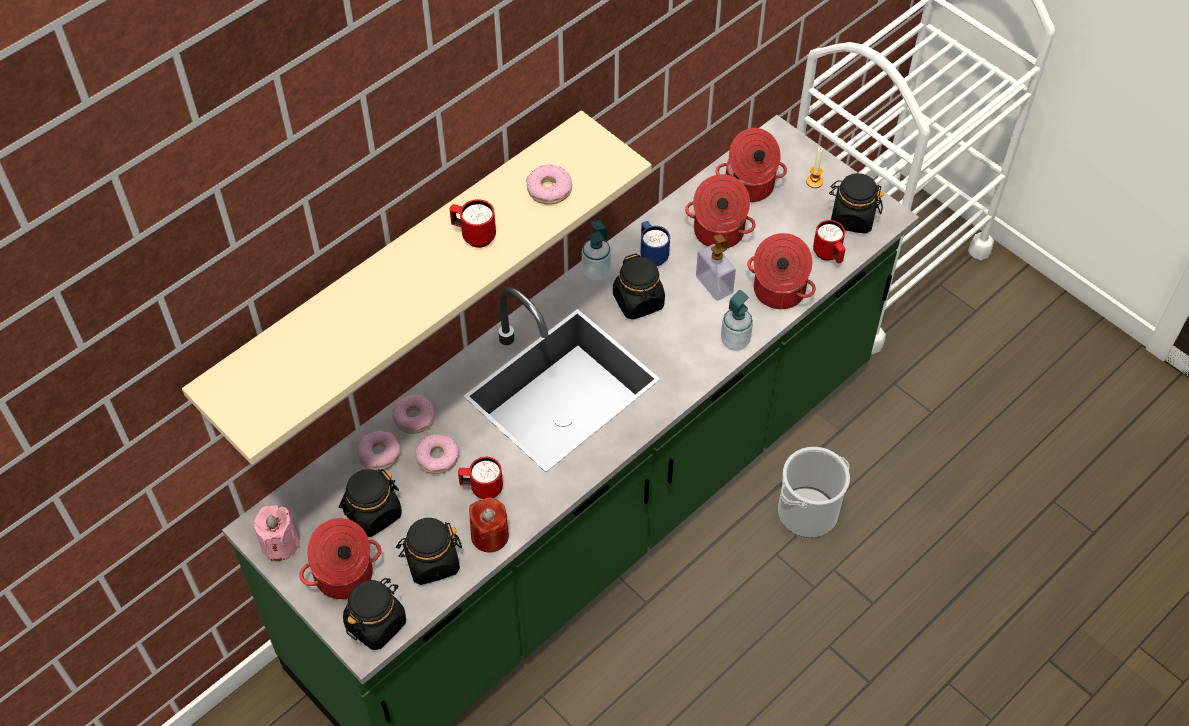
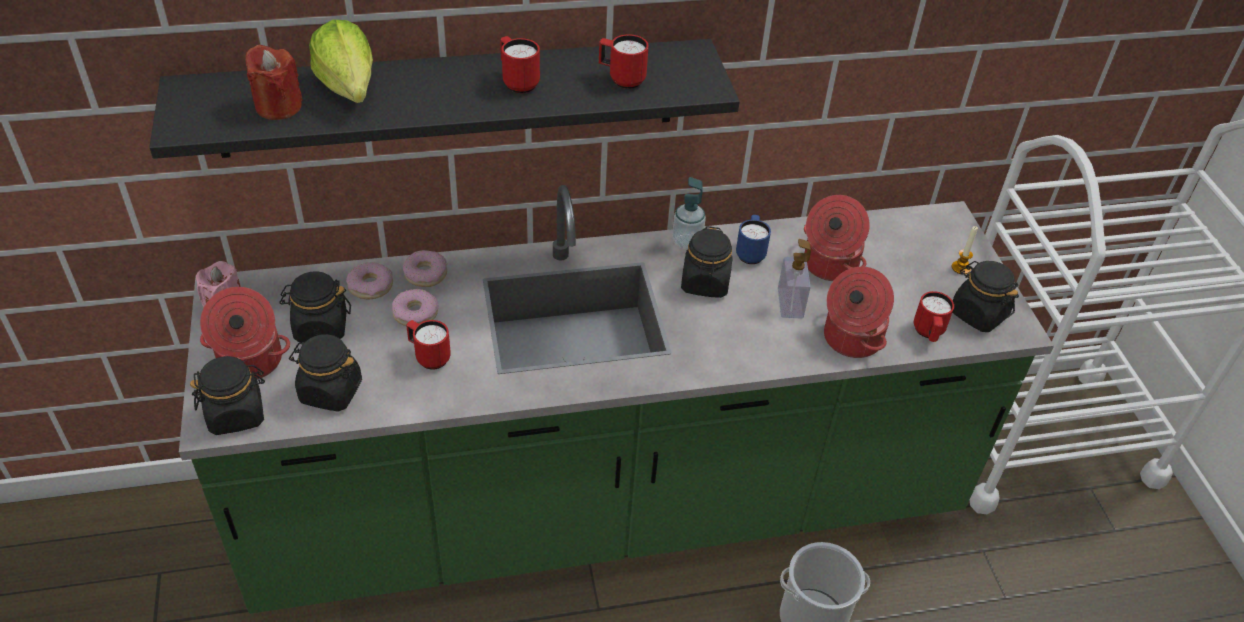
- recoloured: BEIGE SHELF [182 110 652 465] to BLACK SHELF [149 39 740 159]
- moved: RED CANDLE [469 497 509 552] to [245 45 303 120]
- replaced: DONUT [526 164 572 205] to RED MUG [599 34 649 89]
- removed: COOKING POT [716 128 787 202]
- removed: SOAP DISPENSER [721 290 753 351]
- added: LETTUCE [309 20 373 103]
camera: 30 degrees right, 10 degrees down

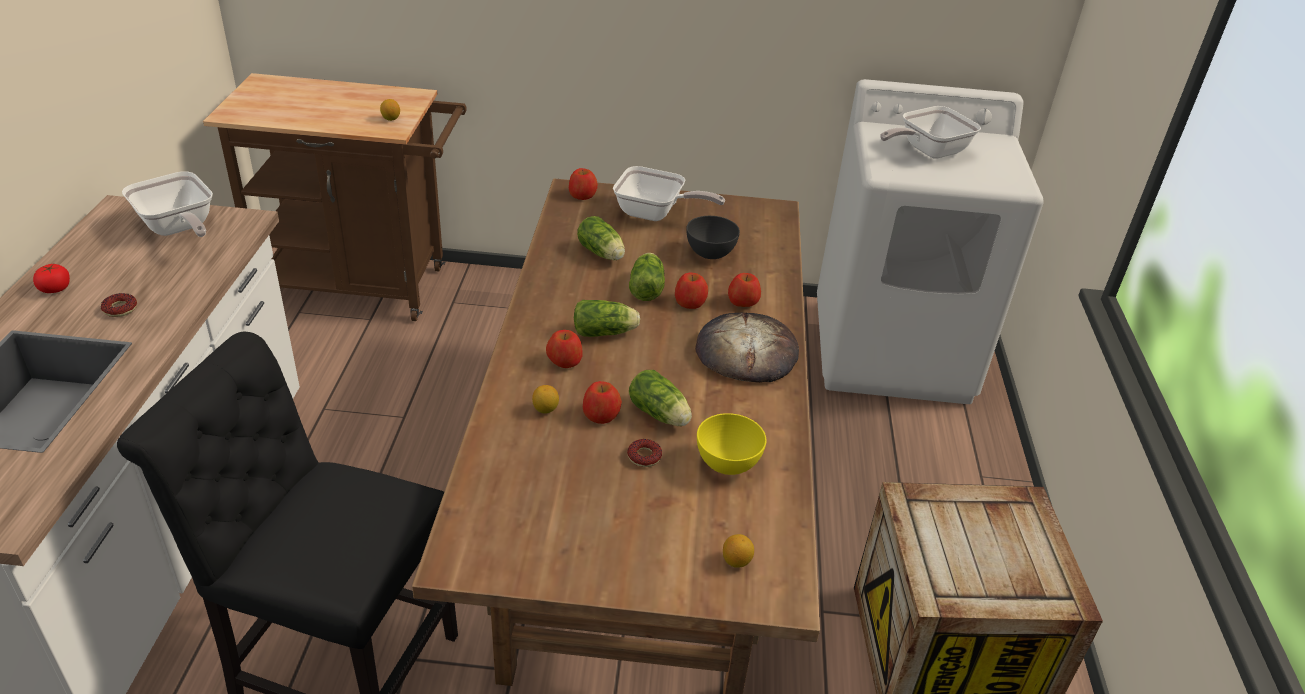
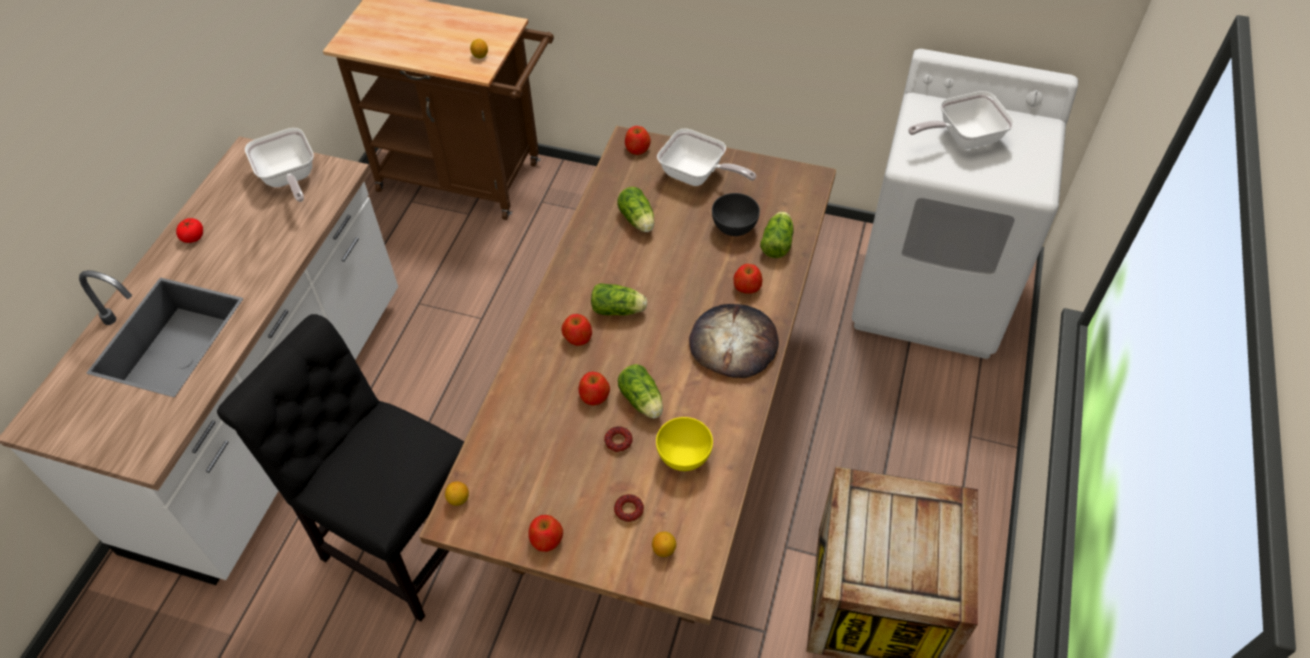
- moved: DONUT [101 293 137 317] to [614 494 644 522]
- moved: LEMON [532 385 559 414] to [445 481 469 506]
- moved: LETTUCE [629 253 665 301] to [760 211 794 258]
- moved: APPLE [675 273 708 309] to [528 515 563 552]
camera: 15 degrees right, 15 degrees up

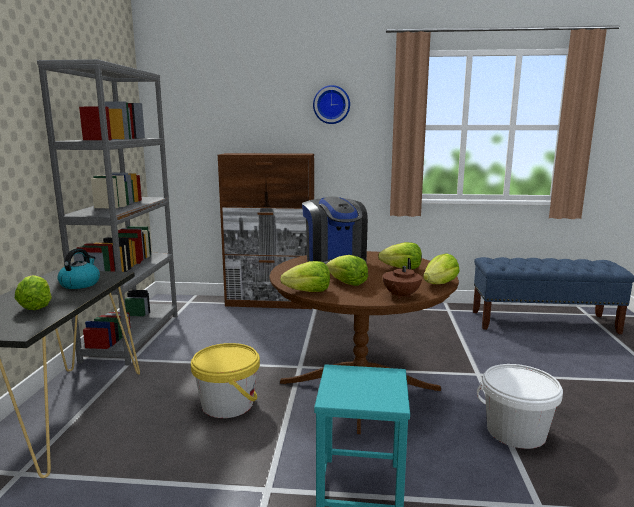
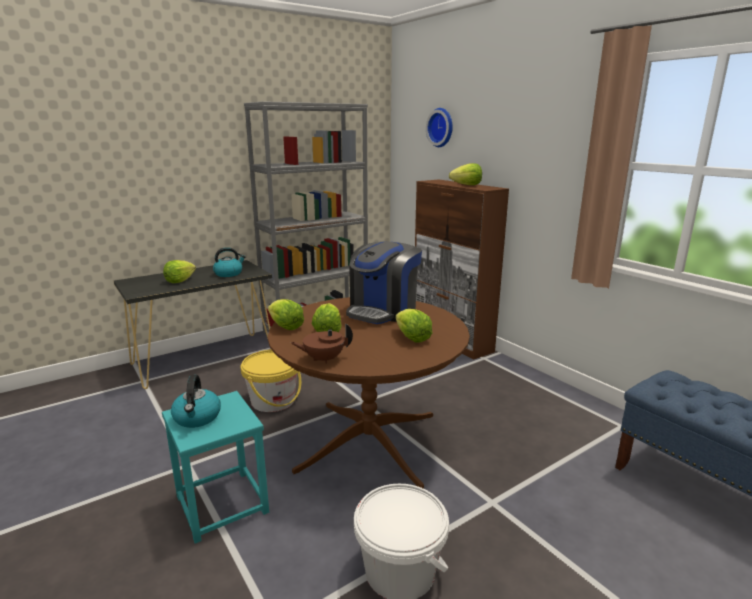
- moved: WALL CLOCK [313 85 350 124] to [426 108 453 147]
- moved: LETTUCE [423 253 460 284] to [449 163 482 185]
- added: KETTLE [171 375 221 428]
camera: 50 degrees right, 5 degrees up

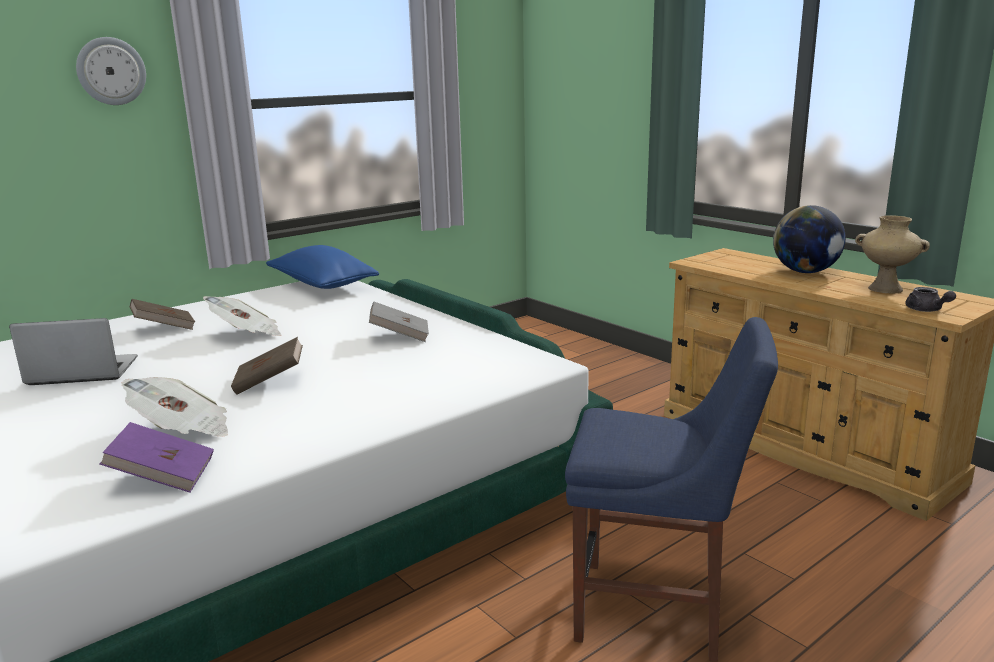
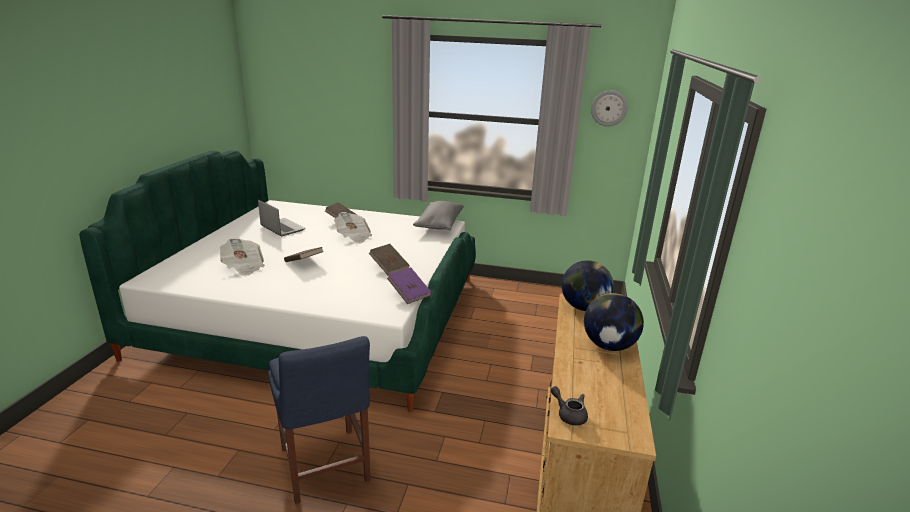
- moved: WALL CLOCK [76 37 146 105] to [591 90 628 127]
- moved: PURPLE BOOK [100 422 214 493] to [387 267 432 304]
- recoloured: BLUE PILLOW [266 245 379 289] to GREY PILLOW [413 201 464 230]
- recoloured: GREY BOOK [369 301 429 342] to BROWN BOOK [369 244 410 275]
- removed: BEIGE VASE [855 215 930 294]
- turned: GREY TEAPOT [905 287 956 312] = [551 386 588 426] 105 degrees clockwise
- added: GLOBE [562 260 614 311]
camera: 50 degrees right, 5 degrees up

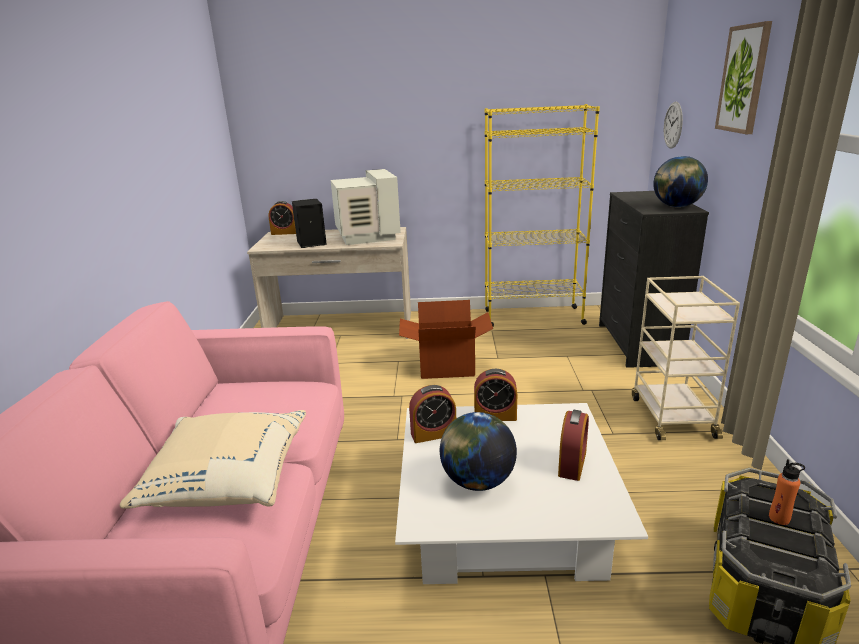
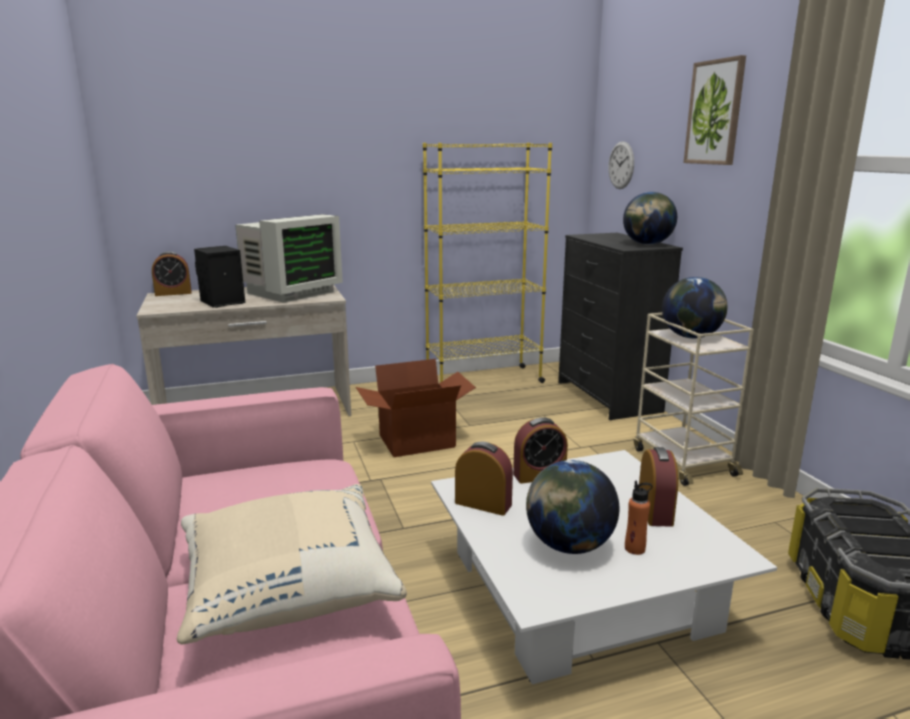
- turned: MONITOR [331 169 401 245] = [235 214 343 303] 75 degrees clockwise
- turned: ALARM CLOCK [409 385 456 443] = [455 442 513 516] 120 degrees counterclockwise
- moved: ORANGE BOTTLE [769 459 805 525] to [625 481 653 555]
- added: GLOBE [662 277 727 338]
camera: 20 degrees left, 5 degrees down

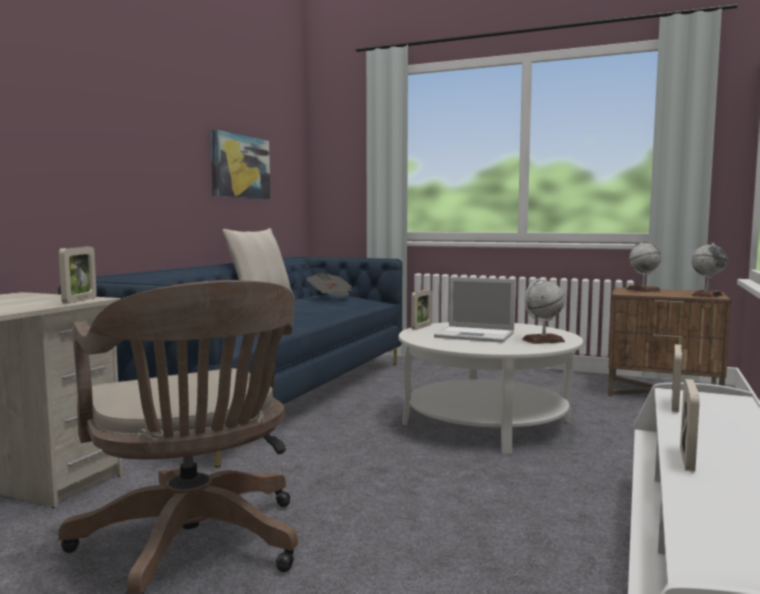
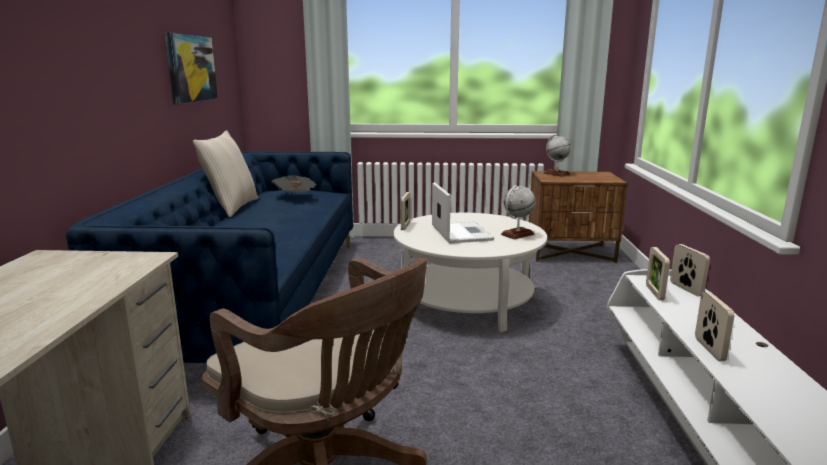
- moved: PICTURE FRAME [59 247 97 304] to [670 244 710 296]
- turned: LAPTOP [434 277 516 343] = [432 182 494 243] 105 degrees counterclockwise
- removed: GLOBE [691 243 727 298]
camera: 20 degrees left, 10 degrees up

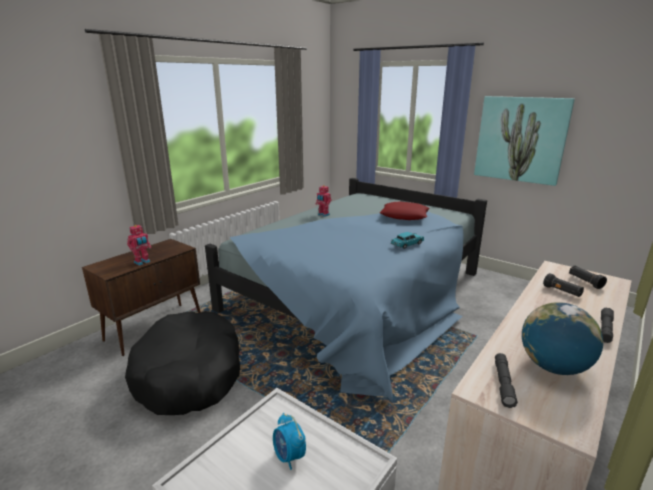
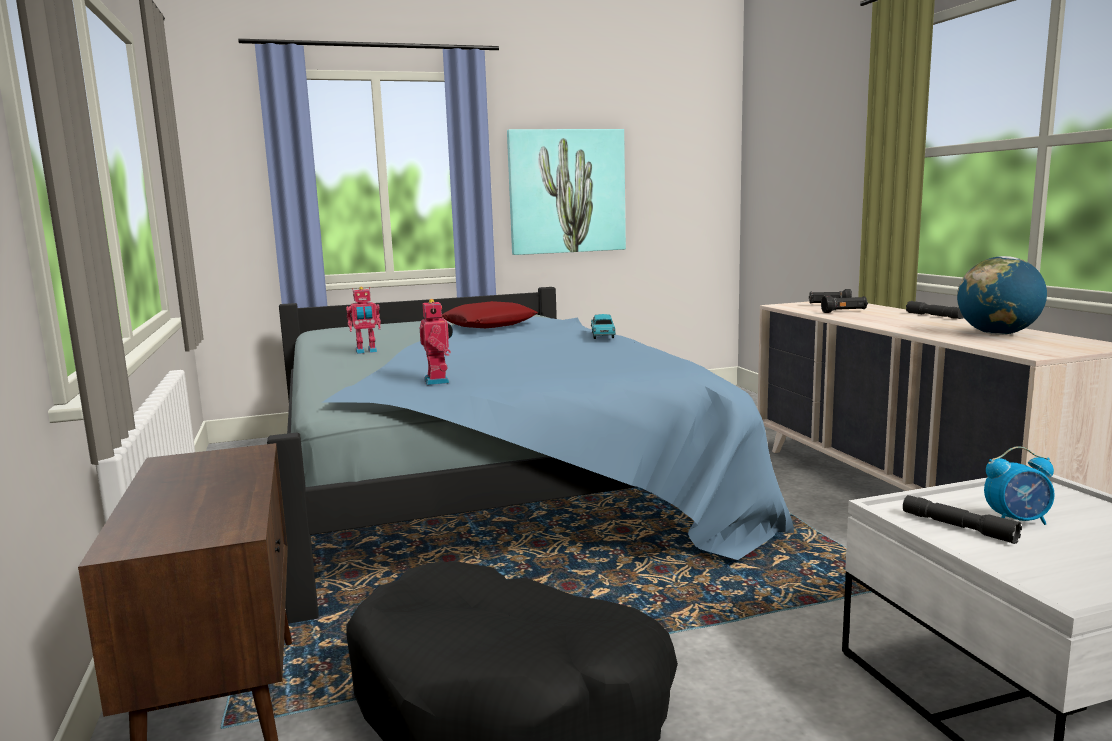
- moved: TOY ROBOT [127 224 151 266] to [419 299 453 385]
- moved: GREY FLASHLIGHT [495 353 518 408] to [903 495 1022 544]
camera: 55 degrees left, 10 degrees down

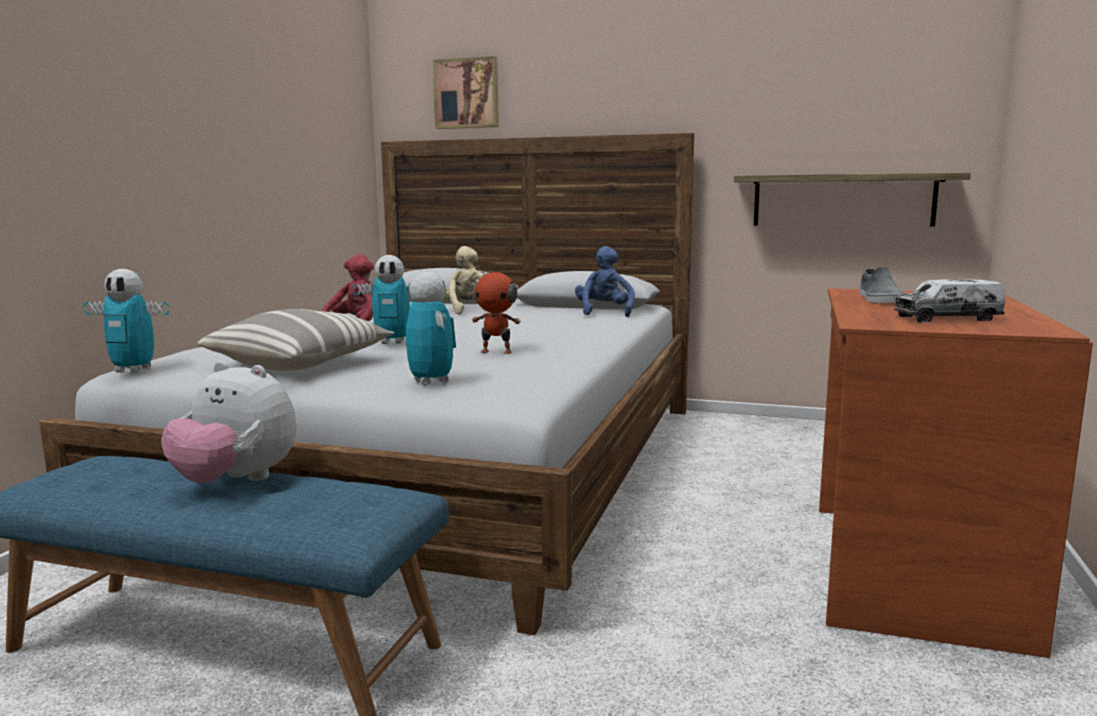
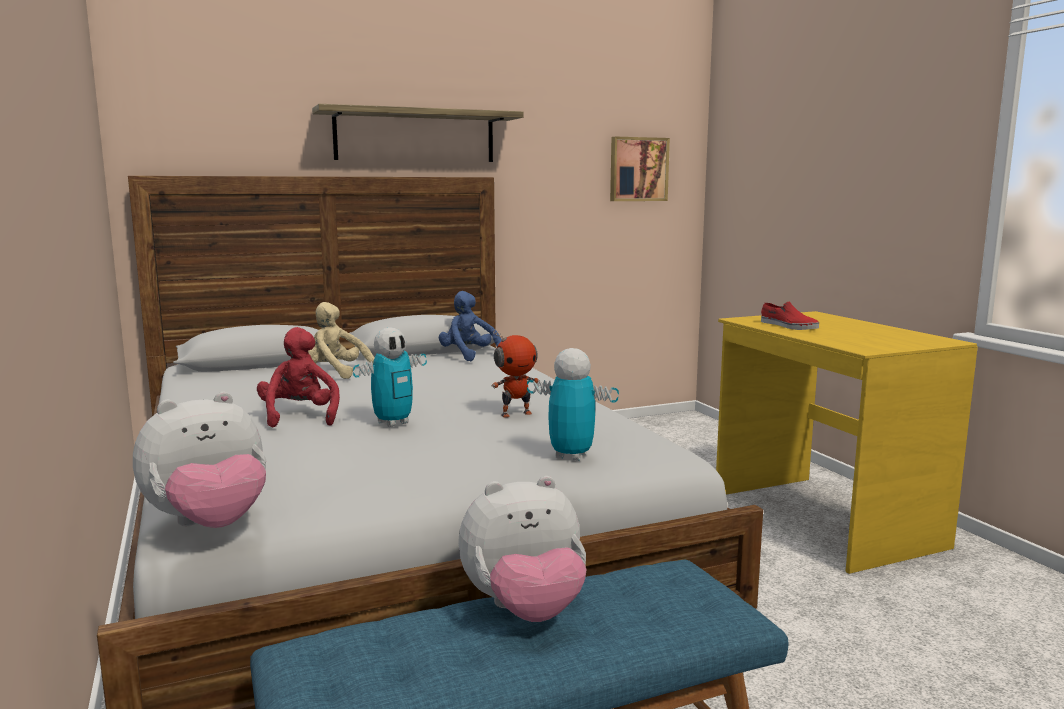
- replaced: TOY ROBOT [84 269 170 373] to PLUSH TOY [133 392 266 528]
- removed: PILLOW [197 309 394 371]
- moved: PICTURE [433 56 499 129] to [610 137 670 201]
- moved: SHELF [734 172 971 227] to [312 104 523 162]
- recoloured: BROWN DESK [819 288 1093 658] to YELLOW DESK [716 311 978 574]
- recoloured: GREY SHOE [860 267 904 303] to RED SHOE [761 302 819 330]
- removed: TOY TRUCK [894 279 1005 322]
camera: 40 degrees left, 0 degrees up

